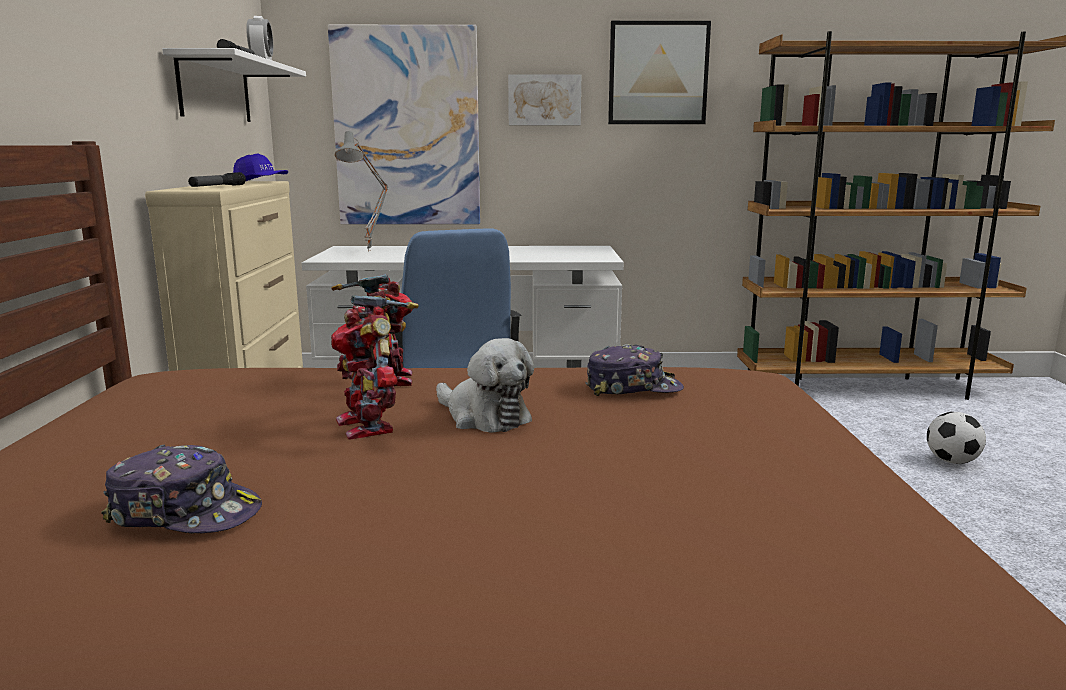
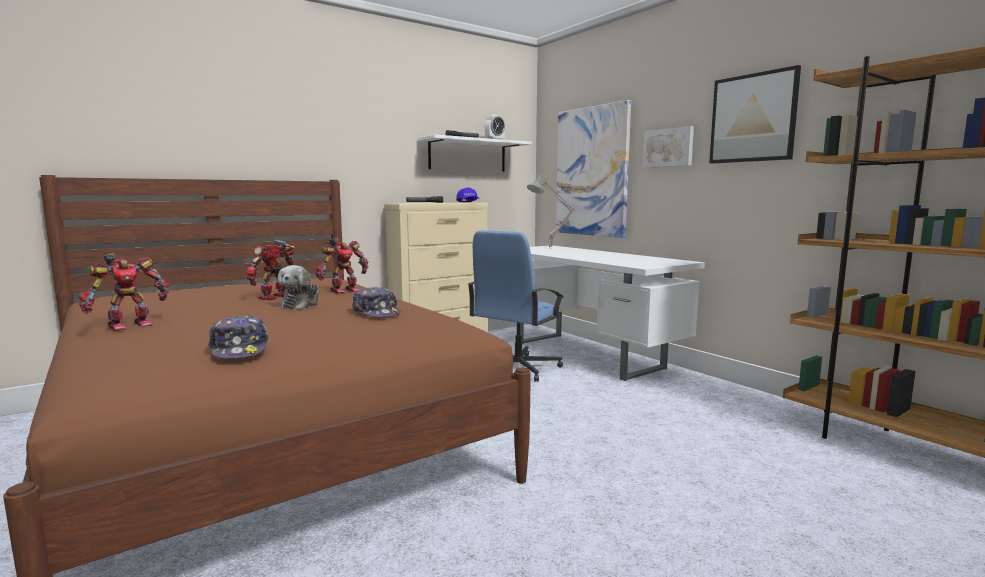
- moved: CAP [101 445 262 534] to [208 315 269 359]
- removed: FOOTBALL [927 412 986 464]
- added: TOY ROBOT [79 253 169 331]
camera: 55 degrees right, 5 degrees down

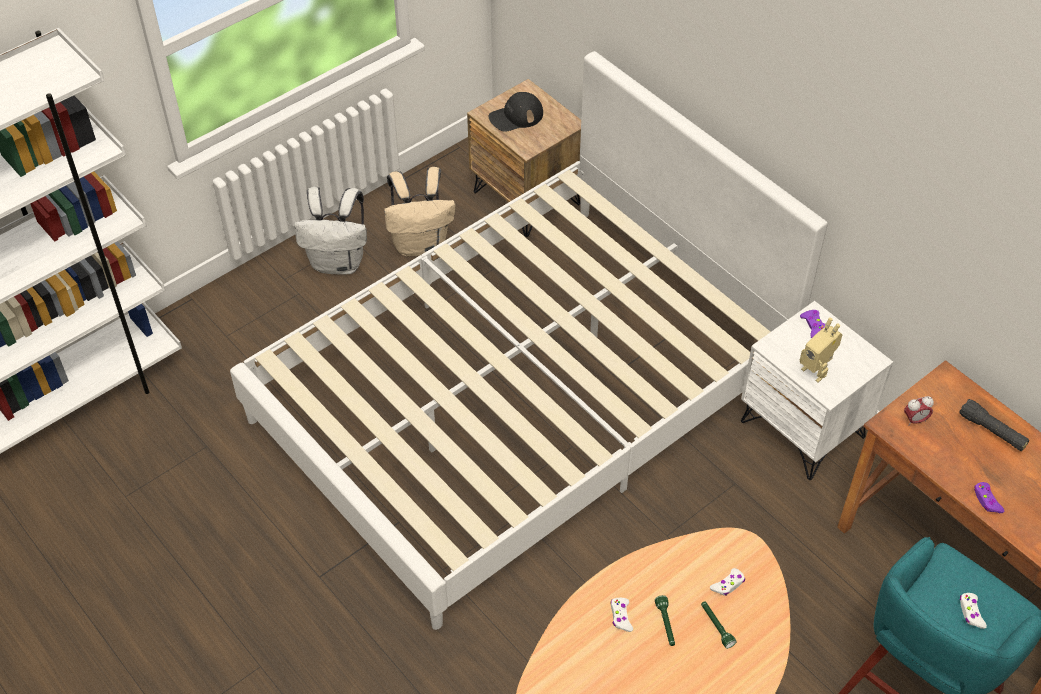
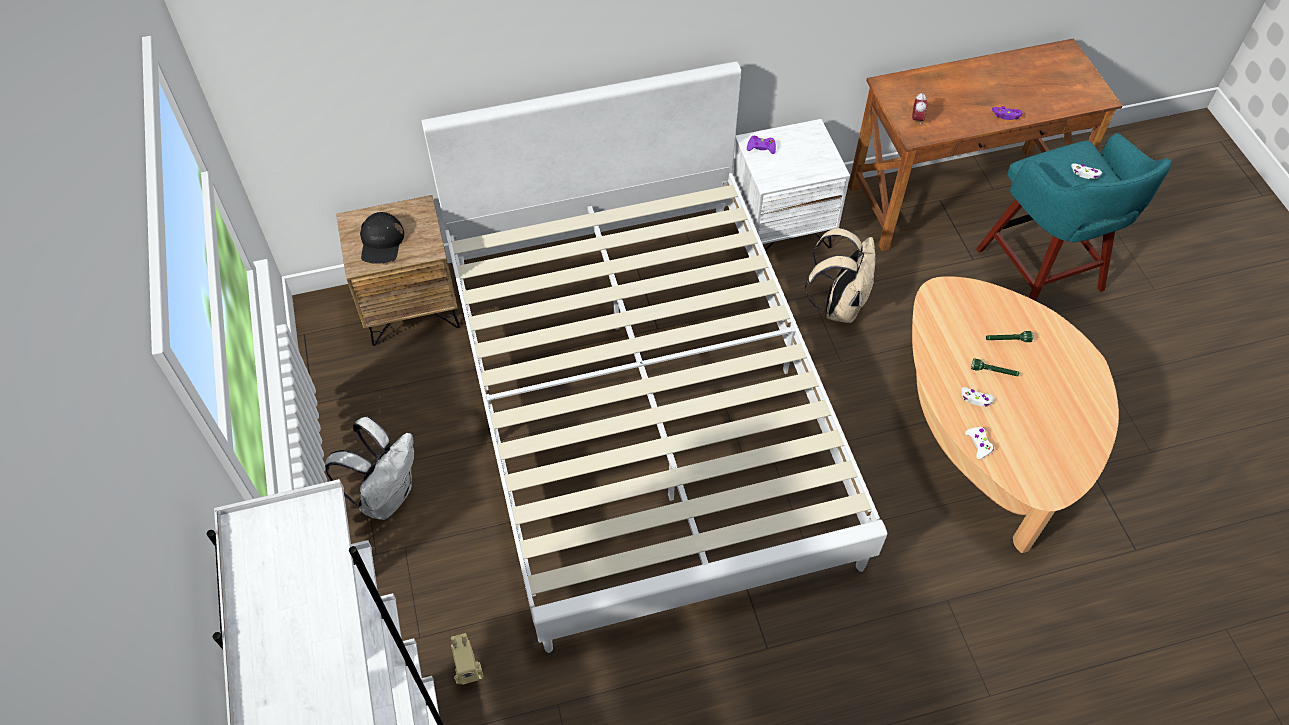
- moved: BEIGE BACKPACK [384 167 456 257] to [805 228 875 323]
- moved: WHITE GAME CONTROLLER [710 568 745 596] to [965 427 994 459]
- moved: TOY ROBOT [800 317 843 383] to [451 633 484 685]
- removed: BLACK FLASHLIGHT [959 399 1029 451]
camera: 65 degrees left, 5 degrees up

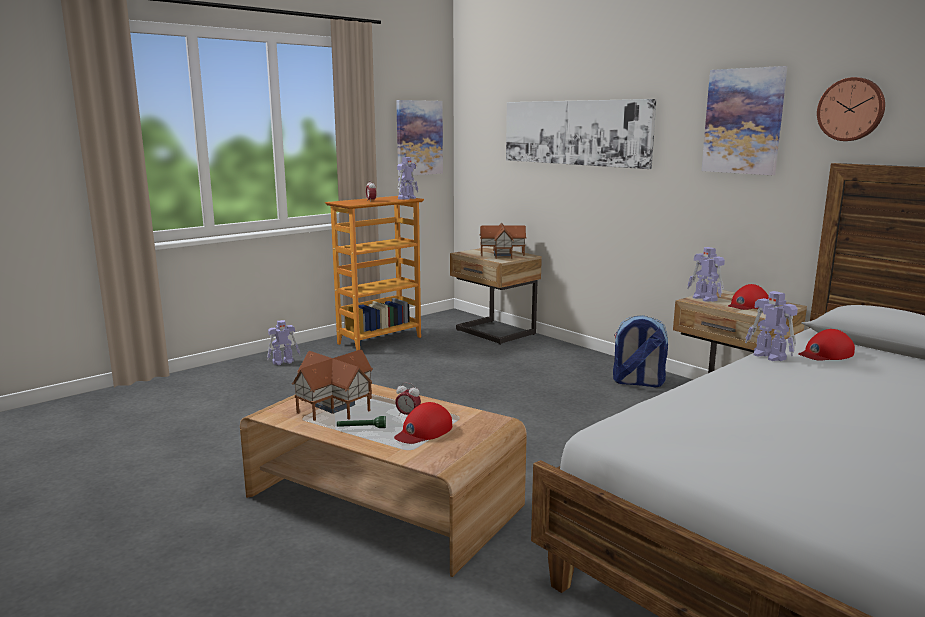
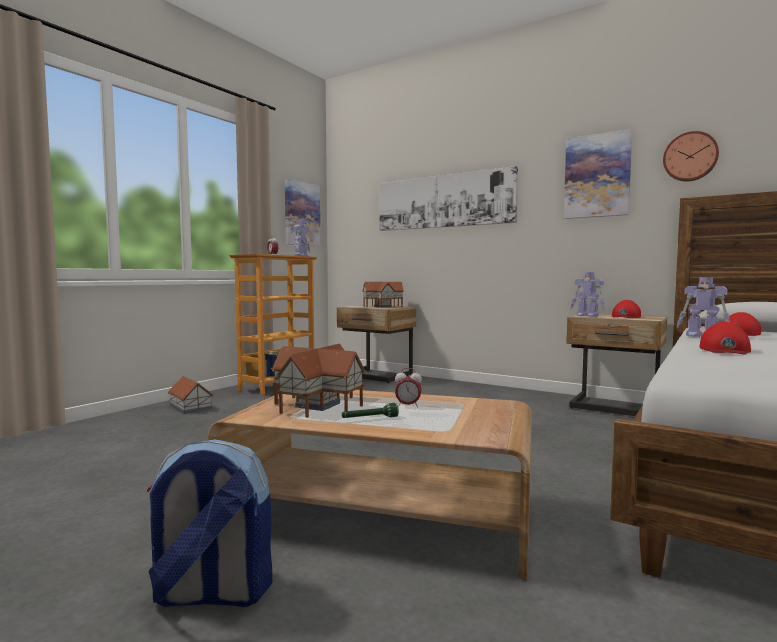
- replaced: TOY ROBOT [267 320 300 365] to TOY HOUSE [168 376 214 414]
- moved: RED CAP [394 402 452 444] to [699 322 751 354]
- moved: BACKPACK [613 315 668 387] to [147 439 272 607]
camera: 15 degrees left, 10 degrees down

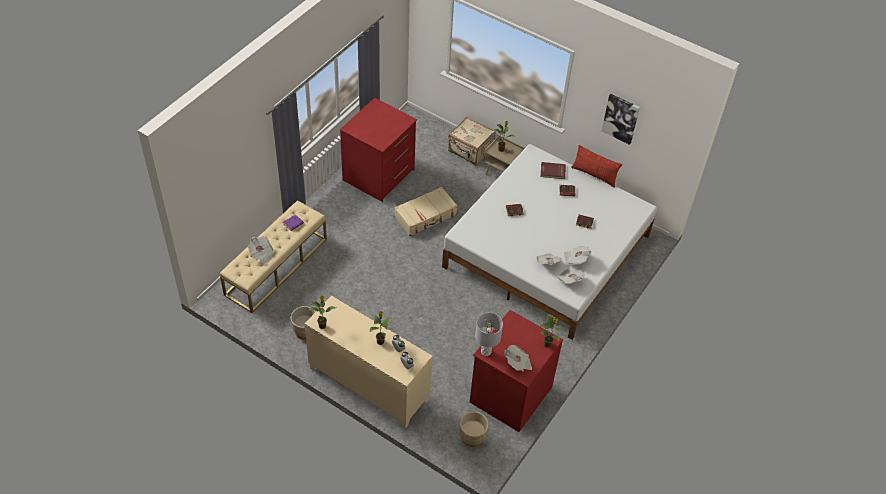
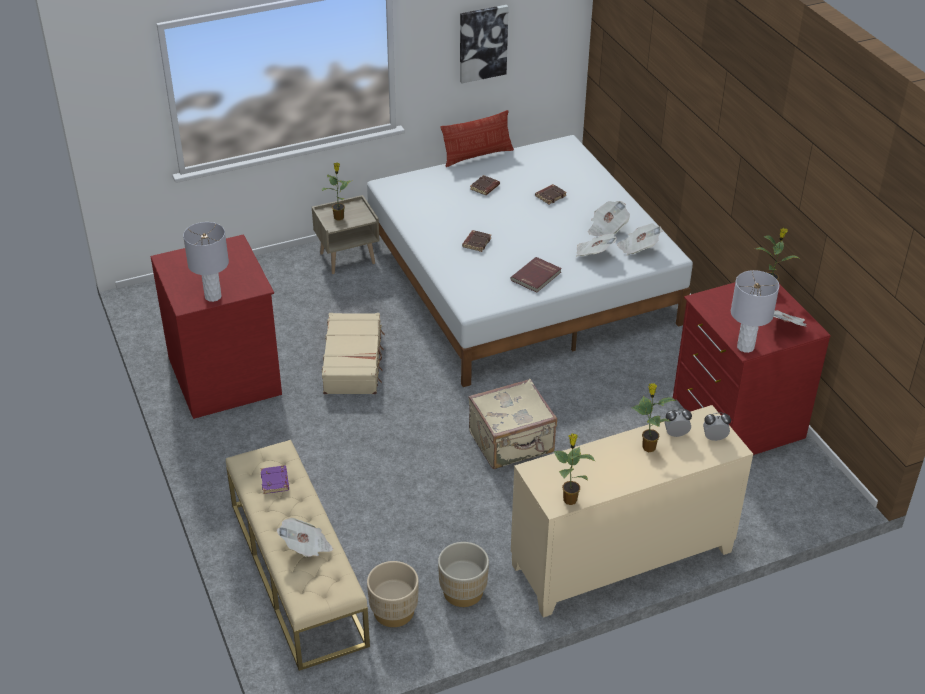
- moved: BEIGE SUITCASE [448 117 496 166] to [469 379 557 469]
- moved: BEIGE PLANTER [459 411 488 447] to [367 561 418 627]
- moved: RED BOOK [541 162 566 179] to [511 257 562 293]
- added: GREY TABLE LAMP [183 222 229 302]
camera: 55 degrees left, 10 degrees down

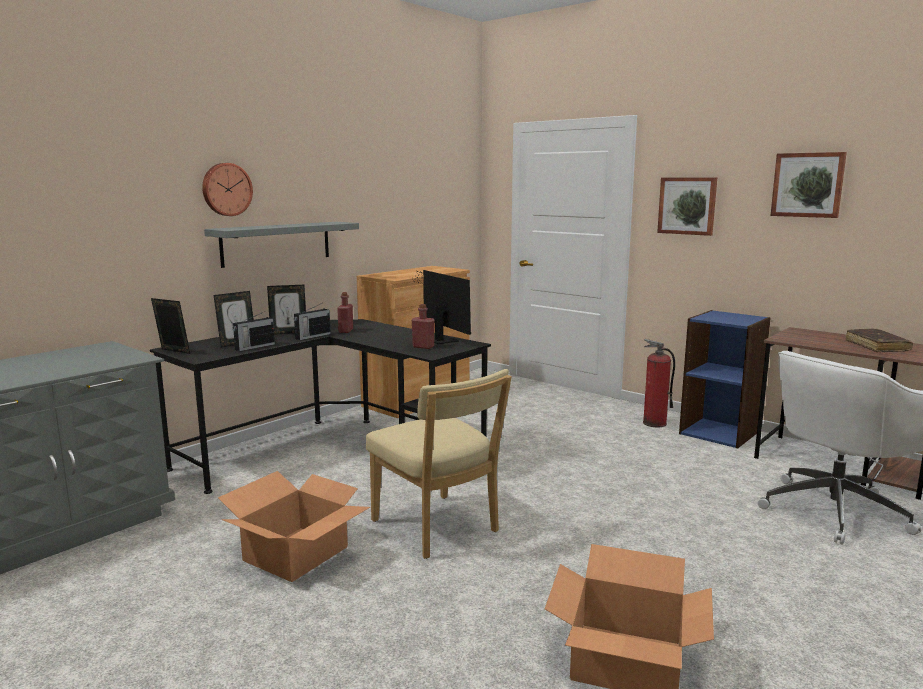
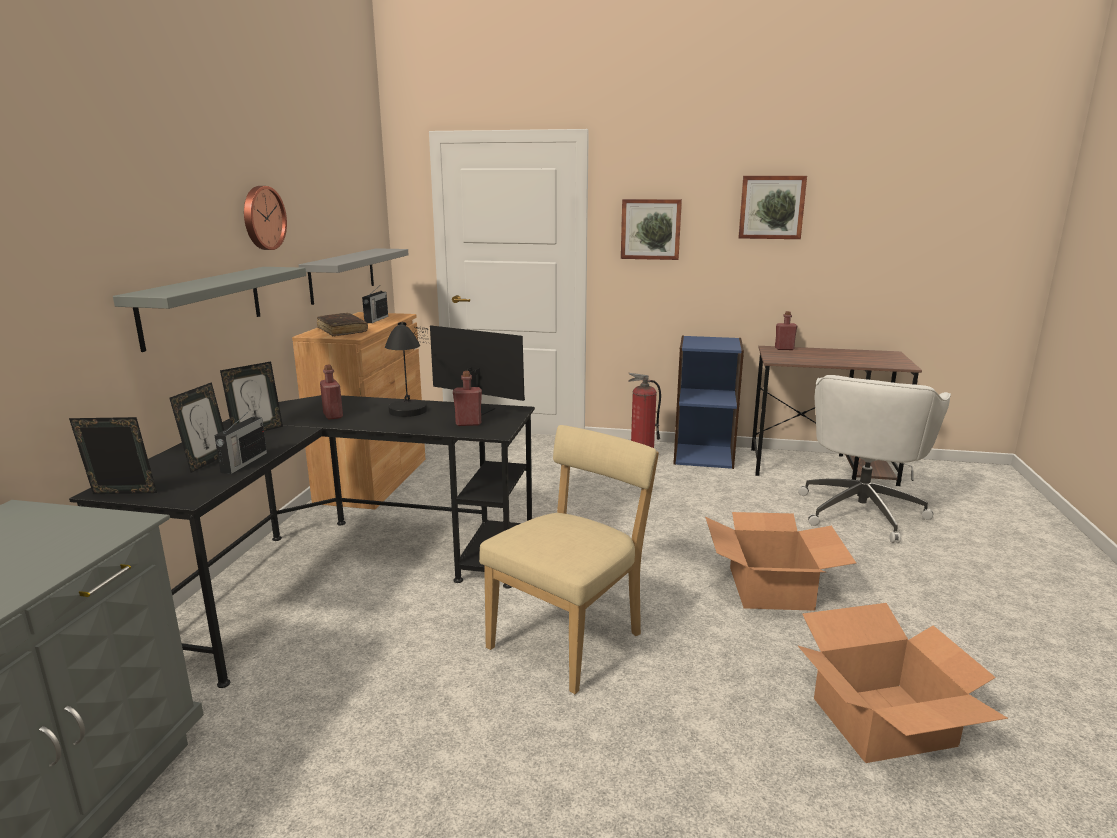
- moved: WALL CLOCK [202 163 253 216] to [244 186 287 250]
- moved: CARDBOARD BOX [218 471 370 582] to [705 512 856 611]
- moved: RADIO [294 303 331 340] to [362 287 388 323]
- turned: BEIGE CHAIR [366 369 512 559] = [479 425 659 694] 75 degrees counterclockwise
- moved: BROWN BOOK [845 329 913 352] to [317 313 368 336]
- added: GREY SHELF [299 248 409 305]
- added: BLACK TABLE LAMP [385 322 427 417]
- added: RED BOTTLE [775 311 797 350]
camera: 30 degrees left, 5 degrees up

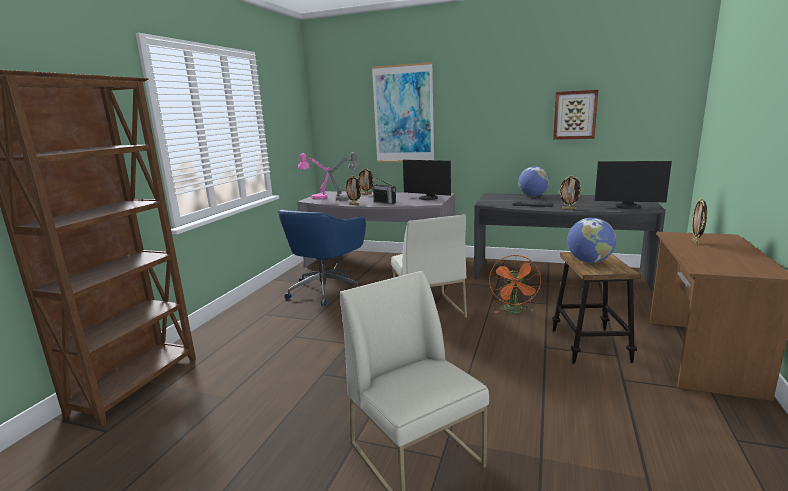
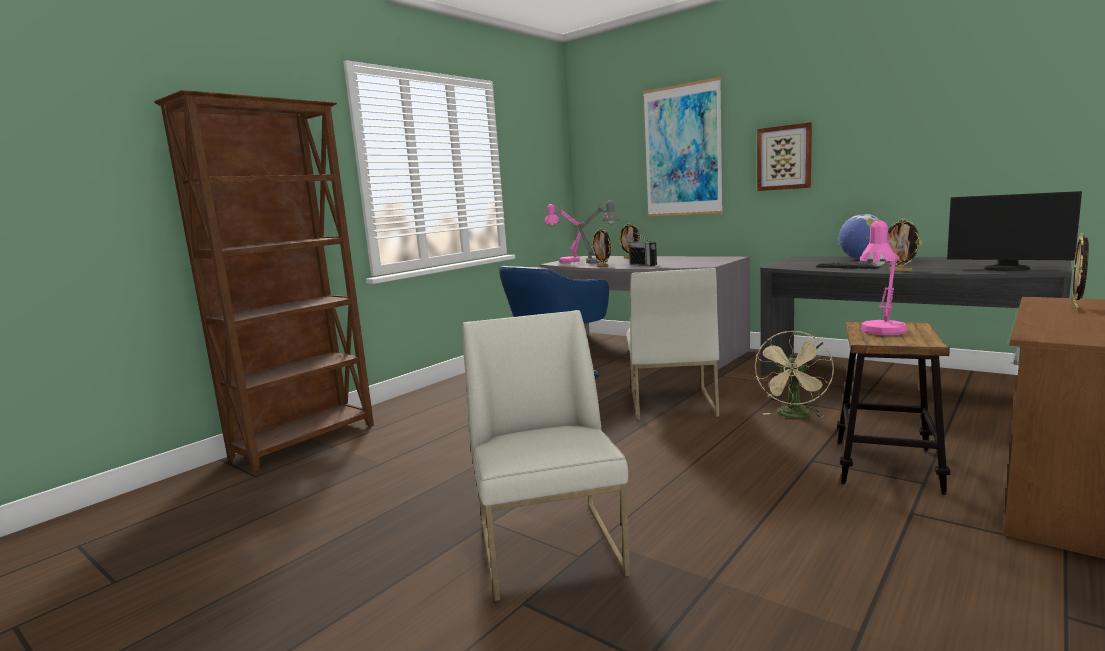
- removed: MONITOR [403 160 451 200]
- recoloured: ORANGE FAN [489 255 541 314] to BEIGE FAN [755 330 834 418]
- moved: PICTURE [553 90 598 140] to [757 122 812 191]
- replaced: GLOBE [567 218 616 263] to PINK TABLE LAMP [860 221 907 335]
camera: 20 degrees right, 5 degrees down

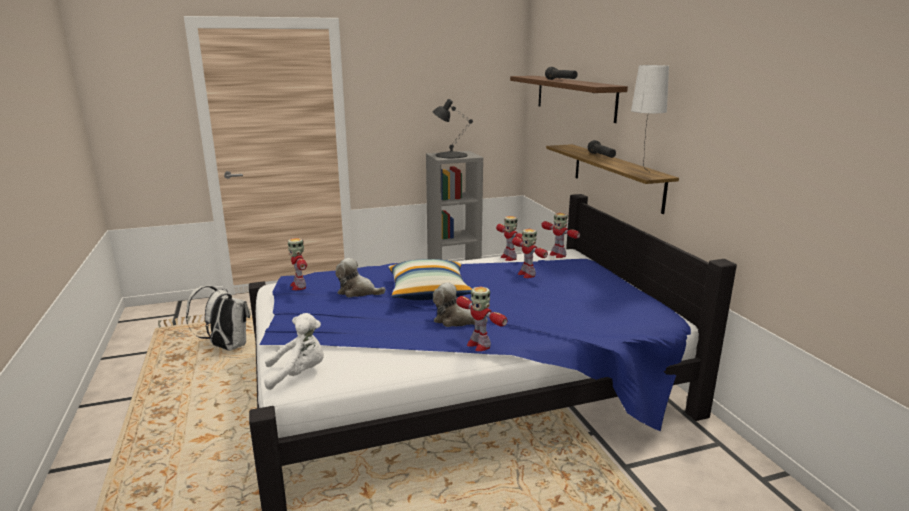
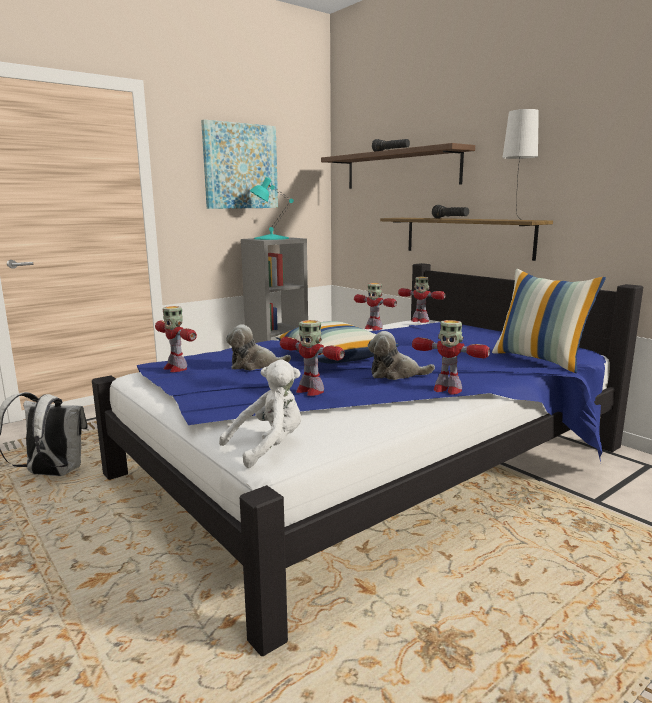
- recoloured: BLACK TABLE LAMP [432 99 473 158] to TURQUOISE TABLE LAMP [250 177 294 240]
- moved: TOY ROBOT [512 229 548 278] to [280 320 345 396]
- added: PICTURE [201 120 278 209]
- added: PILLOW [492 269 606 373]
camera: 20 degrees left, 5 degrees down

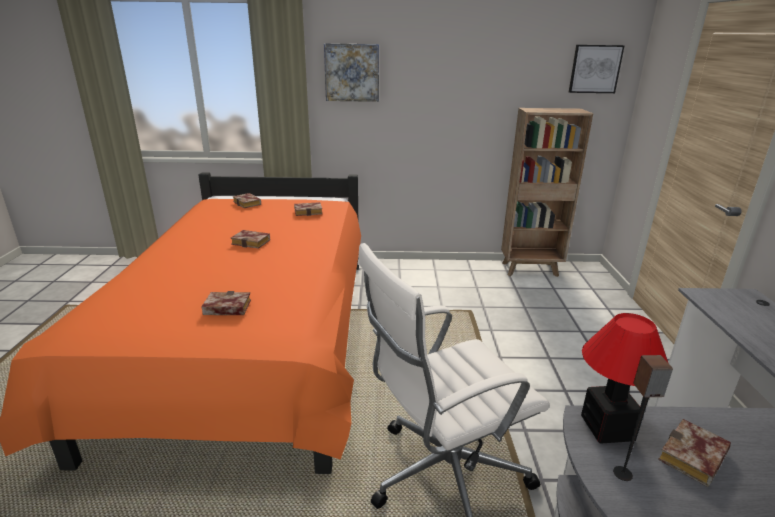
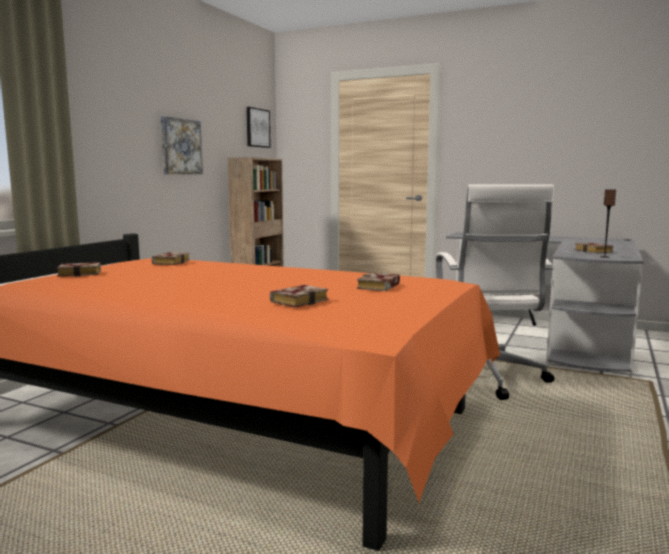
- moved: BOOK [231 230 270 249] to [270 285 328 307]
- moved: PICTURE [324 43 379 102] to [161 116 203 174]
- removed: TABLE LAMP [581 313 668 444]
camera: 65 degrees left, 15 degrees down

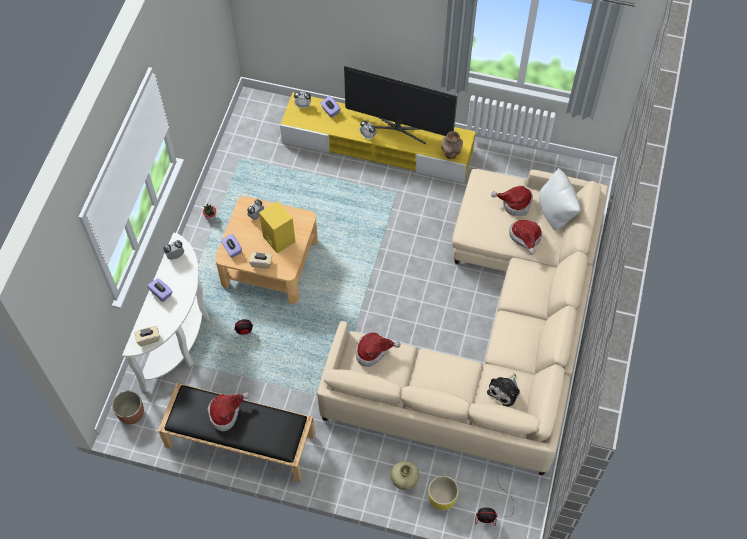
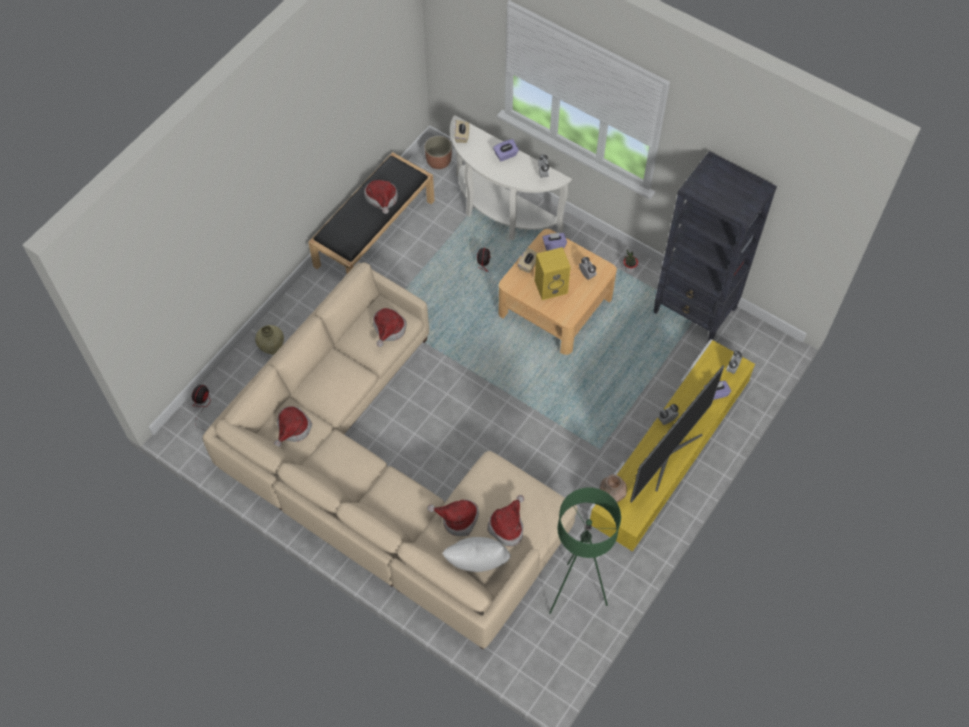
- removed: YELLOW PLANTER [428 476 459 510]
- replaced: PLUSH TOY [487 373 520 407] to HAT [274 406 312 447]
- added: GREEN FLOOR LAMP [549 487 621 614]
- added: BLACK BOOKCASE [653 151 777 342]
camera: 110 degrees right, 0 degrees up

